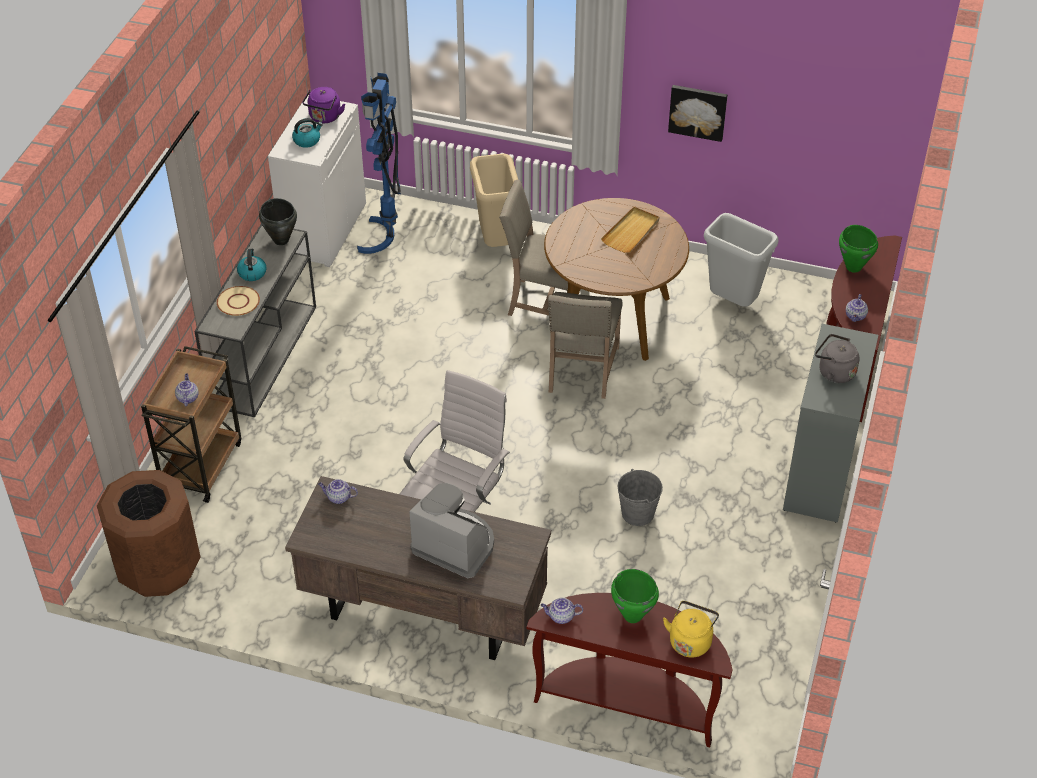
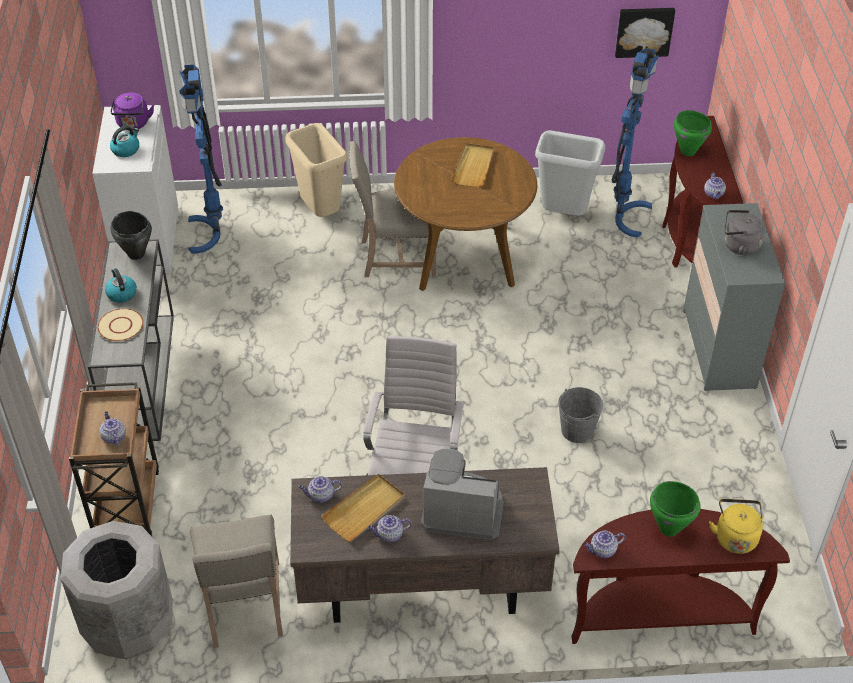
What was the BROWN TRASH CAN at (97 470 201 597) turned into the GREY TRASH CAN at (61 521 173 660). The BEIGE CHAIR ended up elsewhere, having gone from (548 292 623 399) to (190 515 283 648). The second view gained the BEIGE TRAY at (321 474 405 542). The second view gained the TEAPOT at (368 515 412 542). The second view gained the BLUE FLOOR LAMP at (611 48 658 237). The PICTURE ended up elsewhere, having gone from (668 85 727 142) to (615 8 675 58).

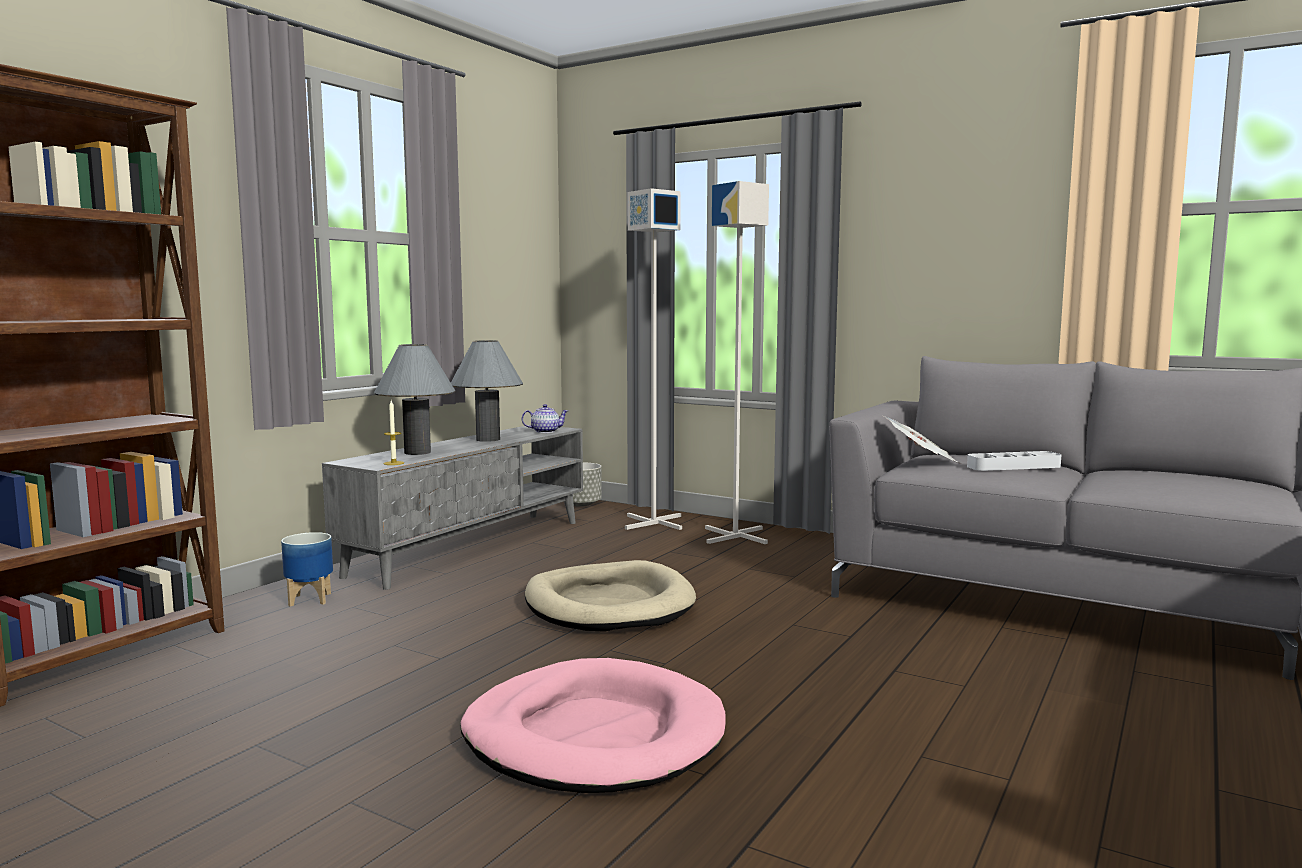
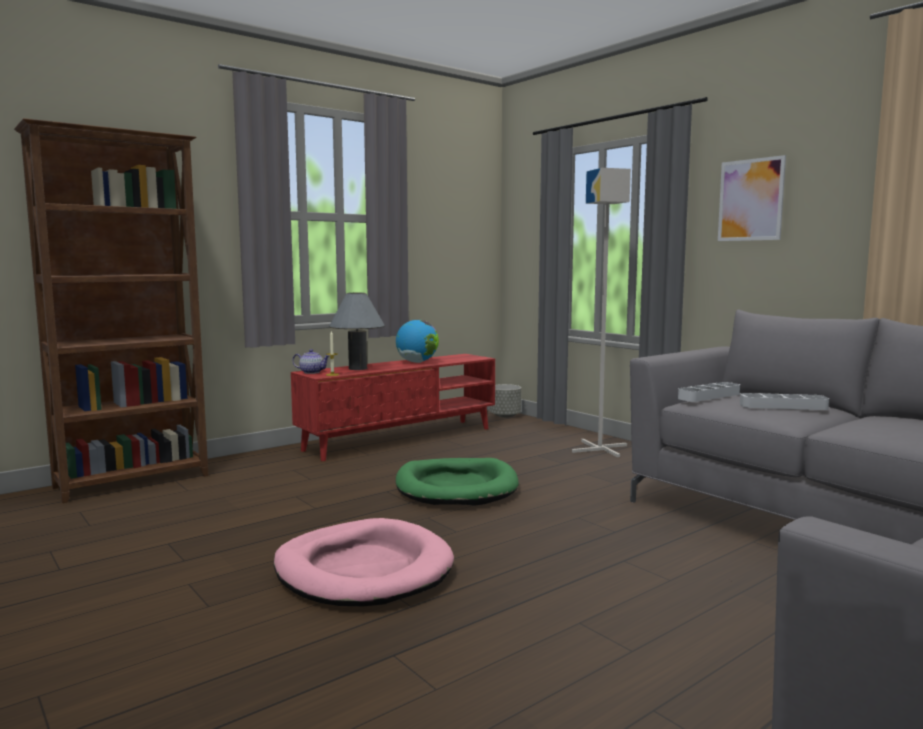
What was the GREY TV STAND at (322 425 583 590) turned into the RED TV STAND at (291 354 495 461). The TEAPOT ended up elsewhere, having gone from (522 404 569 433) to (292 349 330 374). Where the GREY TABLE LAMP stood at (451 340 523 442), the GLOBE came to stand at (396 320 439 363). What was the BEIGE DOG BED at (525 560 696 632) turned into the GREEN DOG BED at (396 458 519 506). Where the NEWSPAPER stood at (883 416 961 464), the GREY TRAY came to stand at (678 382 740 402). The second view gained the PICTURE at (718 155 786 241). The second view lost the PLANTER at (281 532 333 607). The second view lost the GREY FLOOR LAMP at (625 188 682 530).

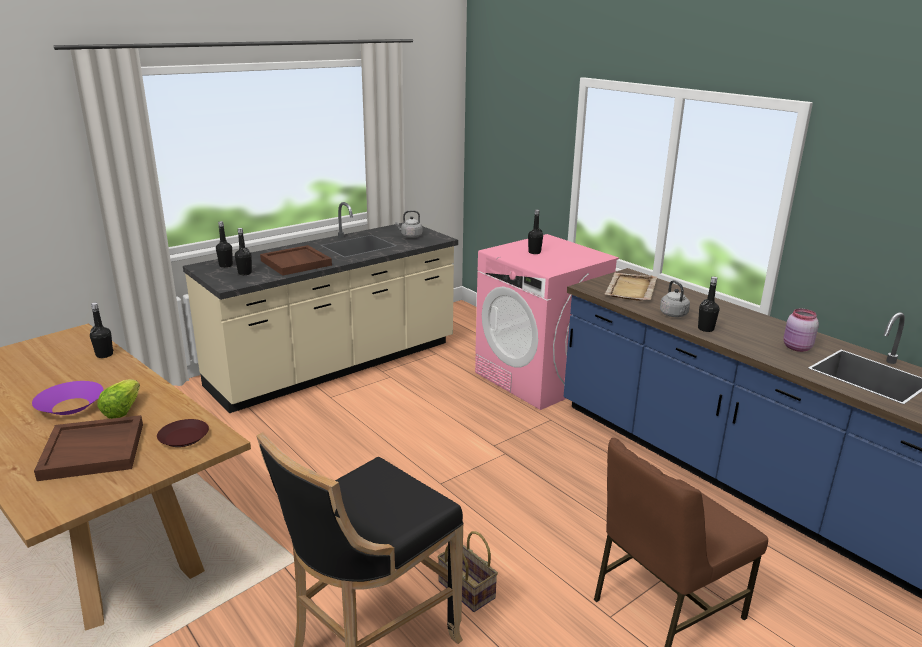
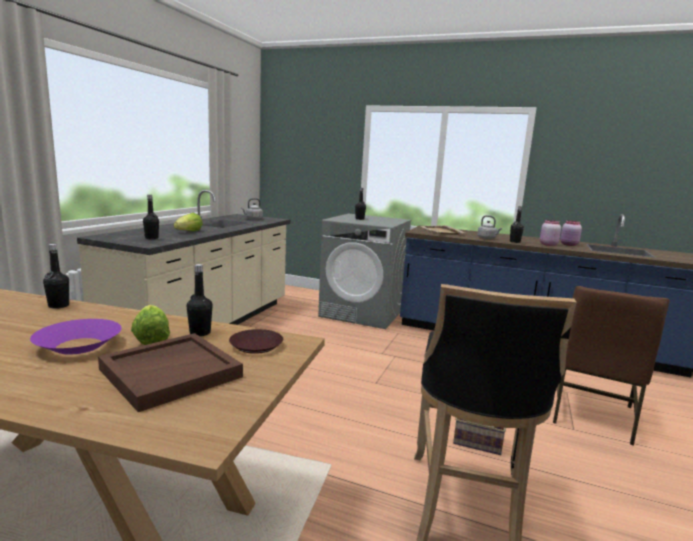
Where the BROWN TRAY stood at (260 245 332 276), the LETTUCE came to stand at (174 213 203 231). The BLACK BOTTLE ended up elsewhere, having gone from (216 221 233 268) to (187 264 213 337). What was the PINK WASHING MACHINE at (475 234 619 410) turned into the GREY WASHING MACHINE at (318 214 411 329). The second view gained the PINK JAR at (540 220 561 246).

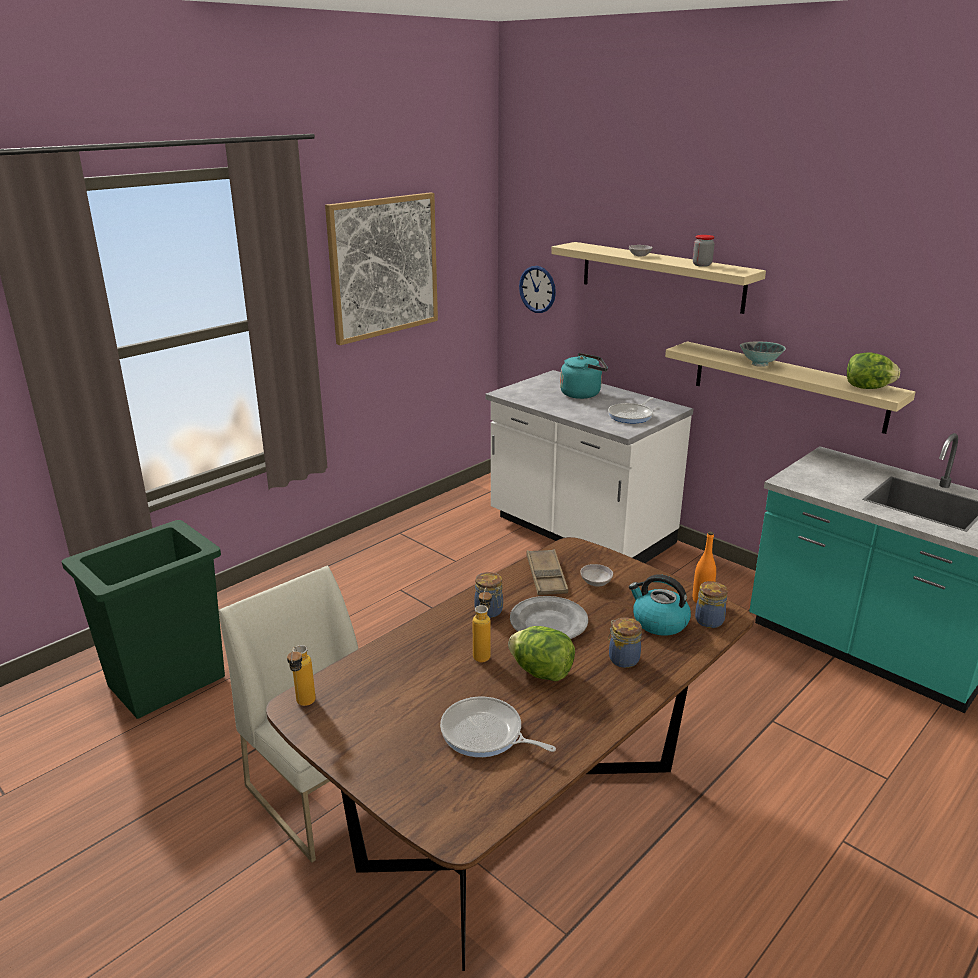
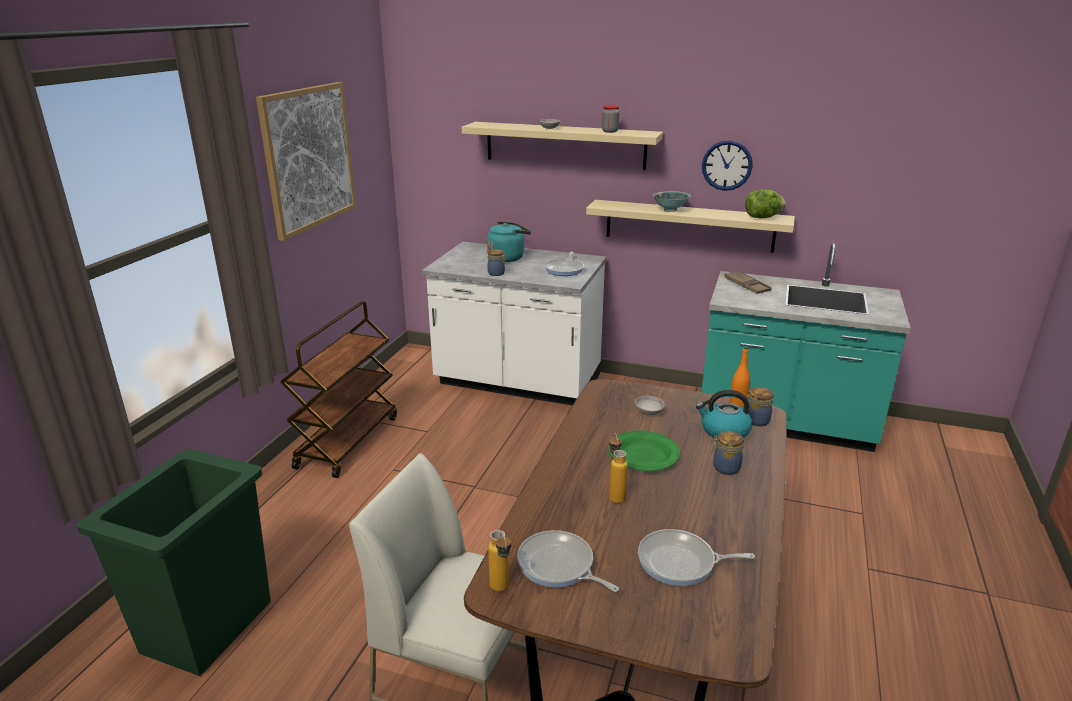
The second view gained the BROWN CART at (280 301 397 478). The JAR ended up elsewhere, having gone from (474 572 503 618) to (488 249 506 276). The second view gained the FRYING PAN at (517 530 619 592). What was the GREY PLATE at (510 596 588 639) turned into the GREEN PLATE at (608 431 680 471). The WALL CLOCK ended up elsewhere, having gone from (519 266 556 313) to (702 140 753 191). The BROWN TRAY ended up elsewhere, having gone from (526 549 568 595) to (724 270 772 294). The second view lost the LETTUCE at (508 626 575 681).

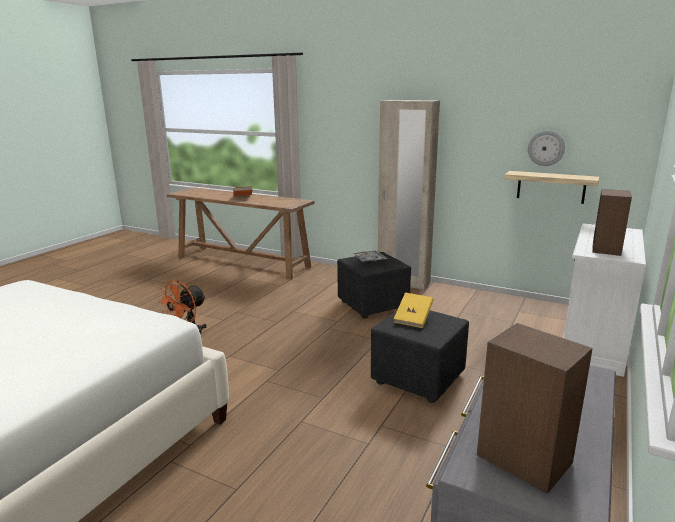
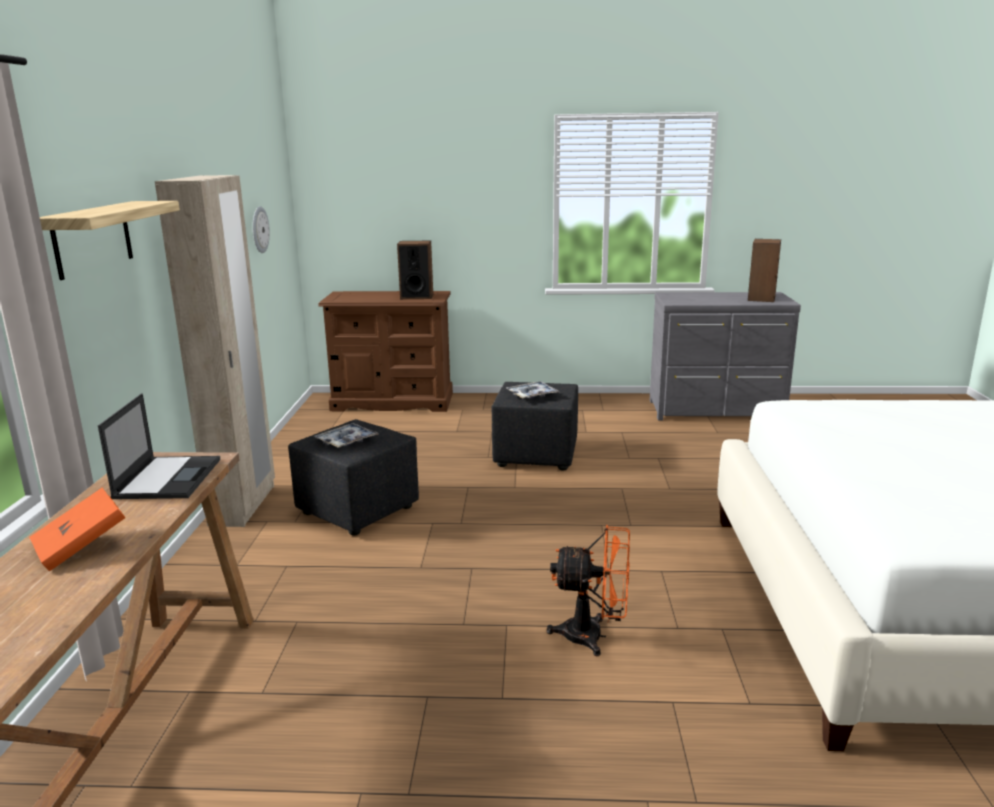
The SHELF ended up elsewhere, having gone from (504 171 600 204) to (40 201 180 280). The second view gained the LAPTOP at (98 393 220 499). What was the WHITE DRESSER at (563 223 646 377) turned into the BROWN DRESSER at (318 291 453 412). Where the YELLOW BOOK stood at (394 292 434 328), the TRAY came to stand at (506 381 559 399).

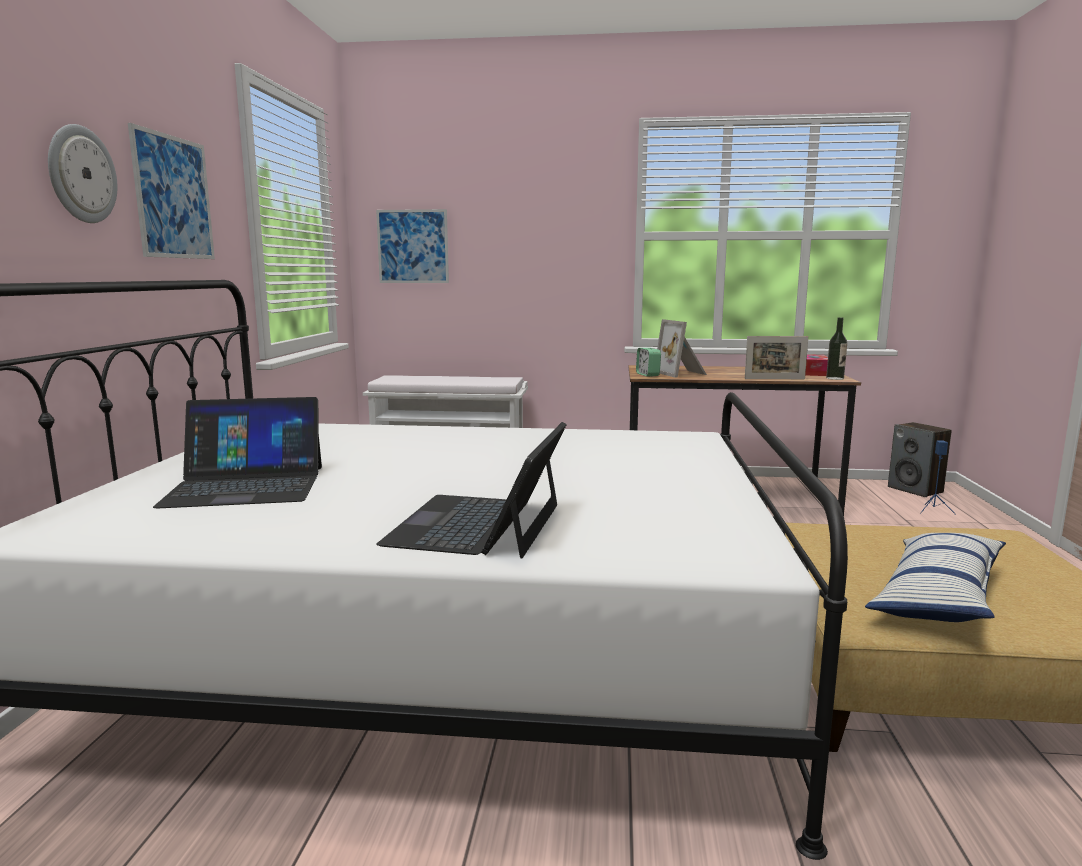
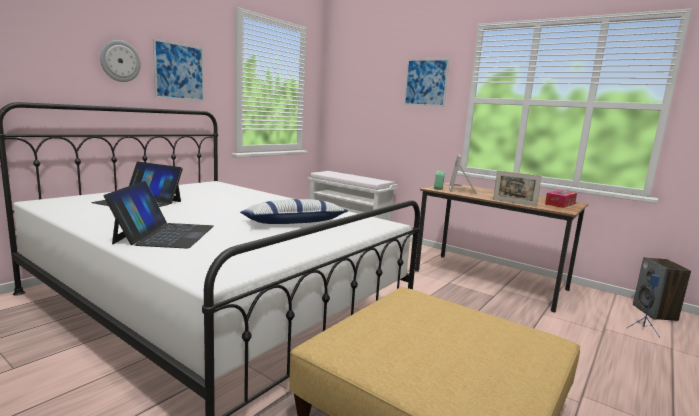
The LAPTOP at (376 422 567 559) ended up facing another way, 135 degrees clockwise from before. The PILLOW ended up elsewhere, having gone from (865 533 1006 622) to (240 199 348 224). The PICTURE ended up elsewhere, having gone from (376 209 449 283) to (404 58 450 107). The second view lost the BOTTLE at (826 317 847 380).

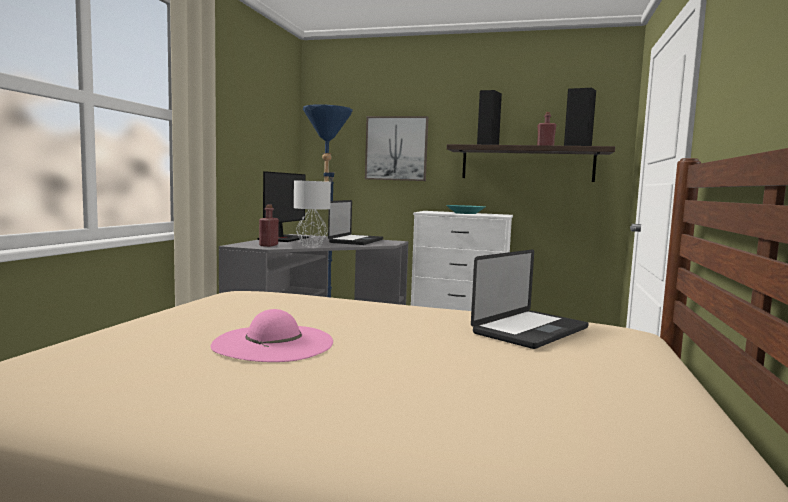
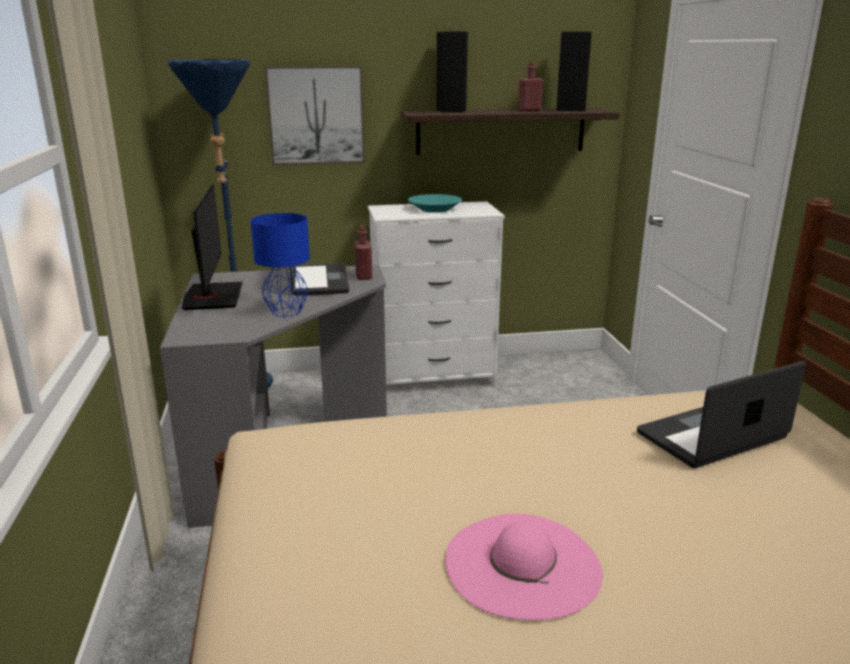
What was the GREY TABLE LAMP at (294 180 331 247) turned into the BLUE TABLE LAMP at (250 213 310 317). The RED BOTTLE ended up elsewhere, having gone from (259 204 279 247) to (355 226 372 280). The LAPTOP at (471 249 589 349) ended up facing another way, 135 degrees counterclockwise from before.

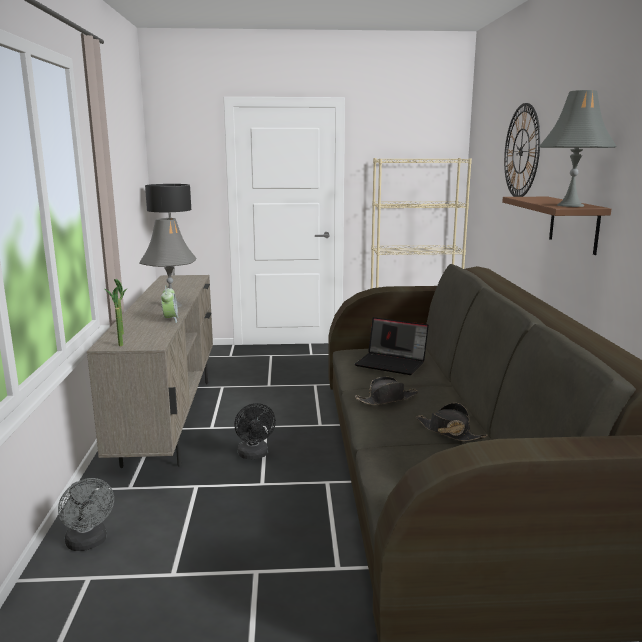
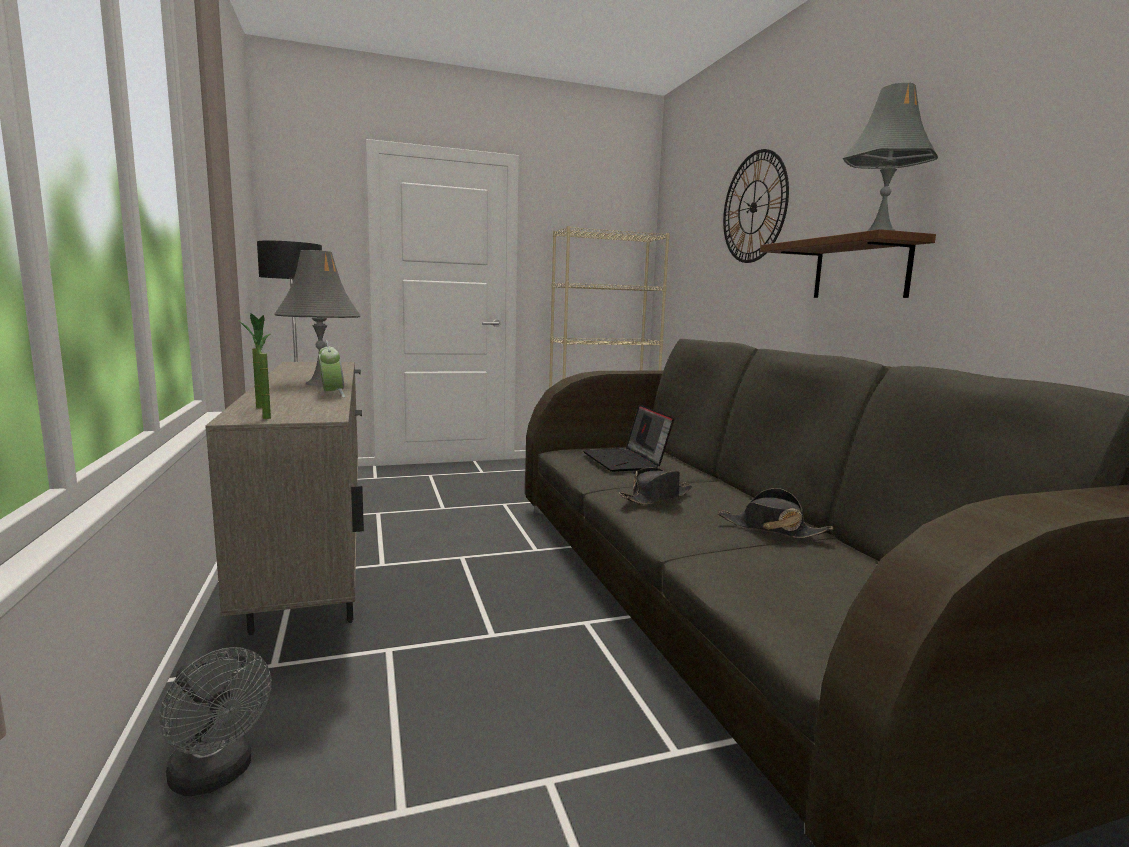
The LAPTOP at (355 317 429 375) ended up facing another way, 60 degrees clockwise from before. The second view lost the BLACK FAN at (234 403 276 460).

